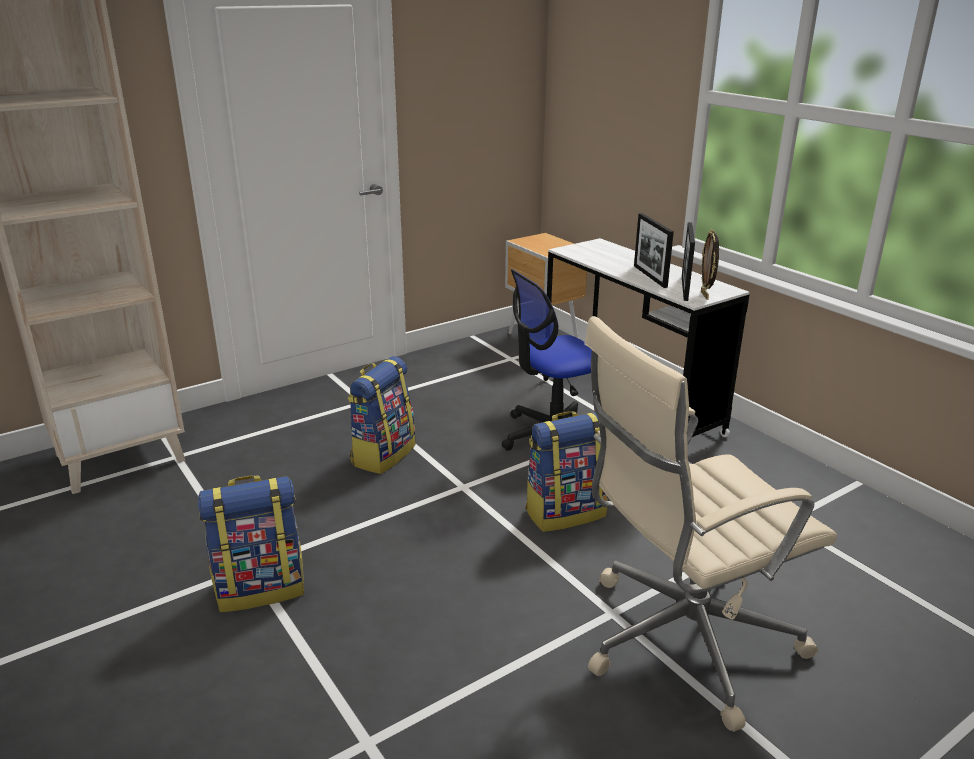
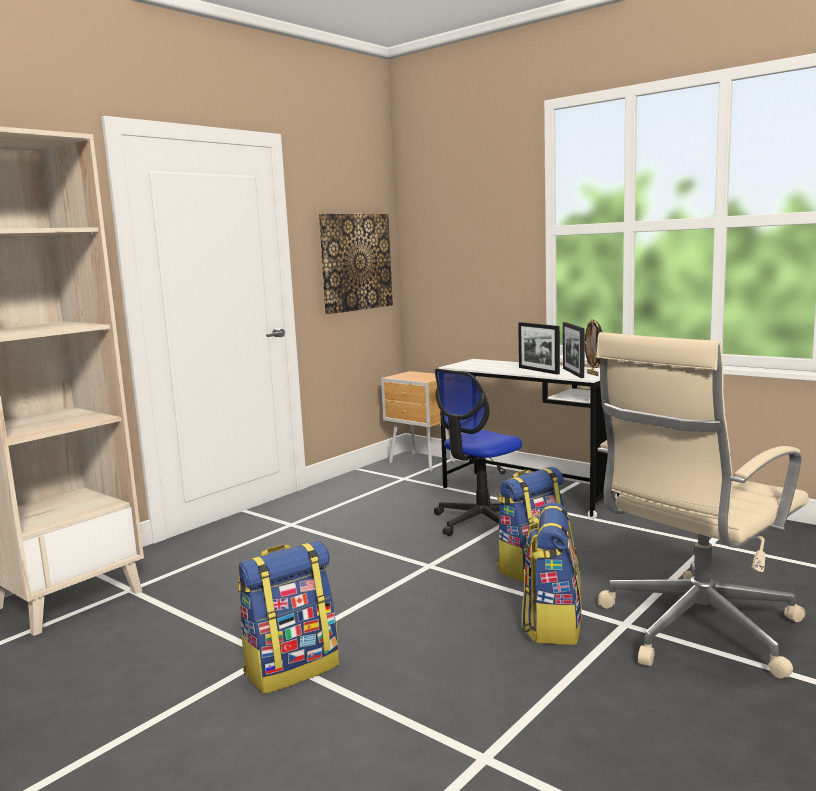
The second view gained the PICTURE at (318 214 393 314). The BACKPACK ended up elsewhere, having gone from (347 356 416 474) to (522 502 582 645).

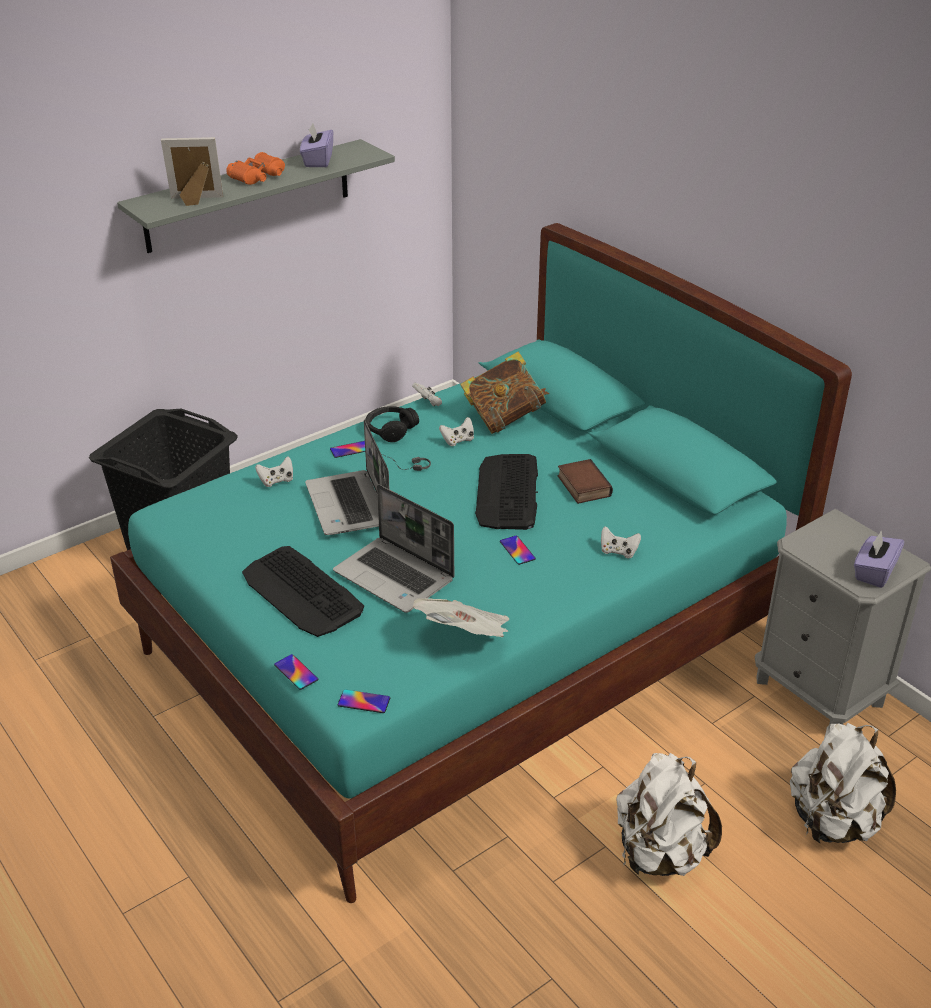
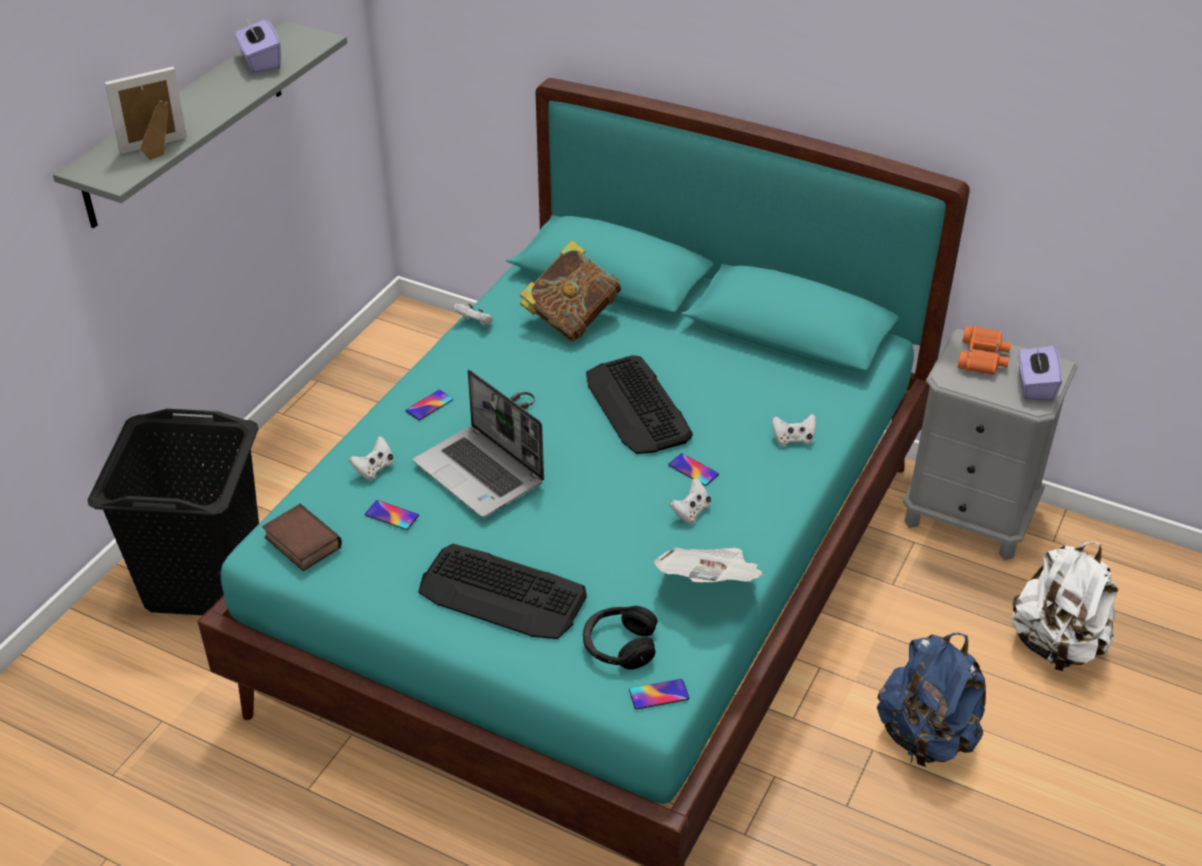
The BOOK ended up elsewhere, having gone from (558 459 613 504) to (262 504 342 571). The PHONE ended up elsewhere, having gone from (274 654 319 690) to (365 500 419 530). The BLACK HEADPHONES ended up elsewhere, having gone from (365 406 419 442) to (583 606 657 670). The WHITE GAME CONTROLLER ended up elsewhere, having gone from (439 417 474 446) to (670 478 711 524). What was the WHITE BACKPACK at (616 753 722 876) turned into the BLUE BACKPACK at (877 633 986 767). The ORANGE BINOCULARS ended up elsewhere, having gone from (226 152 285 185) to (958 326 1011 375). The second view lost the LAPTOP at (333 484 454 613).

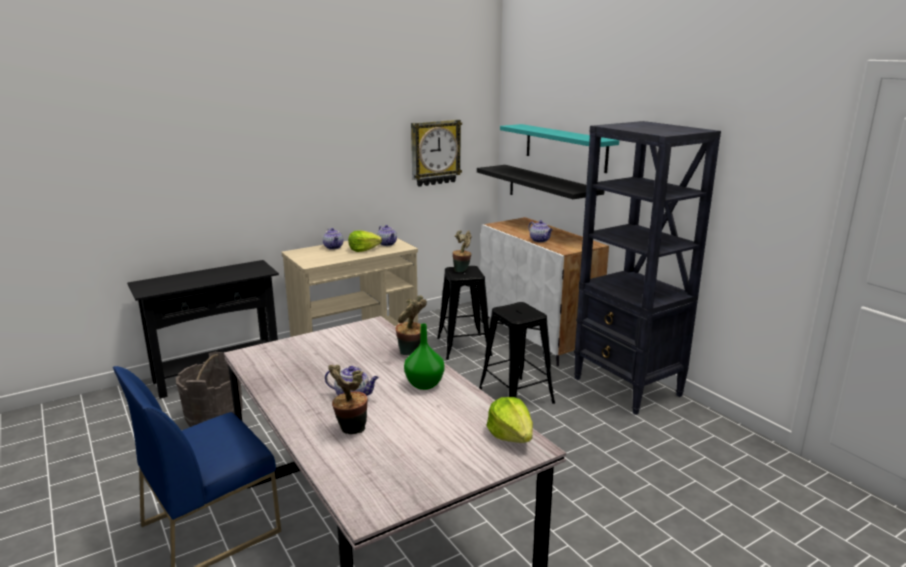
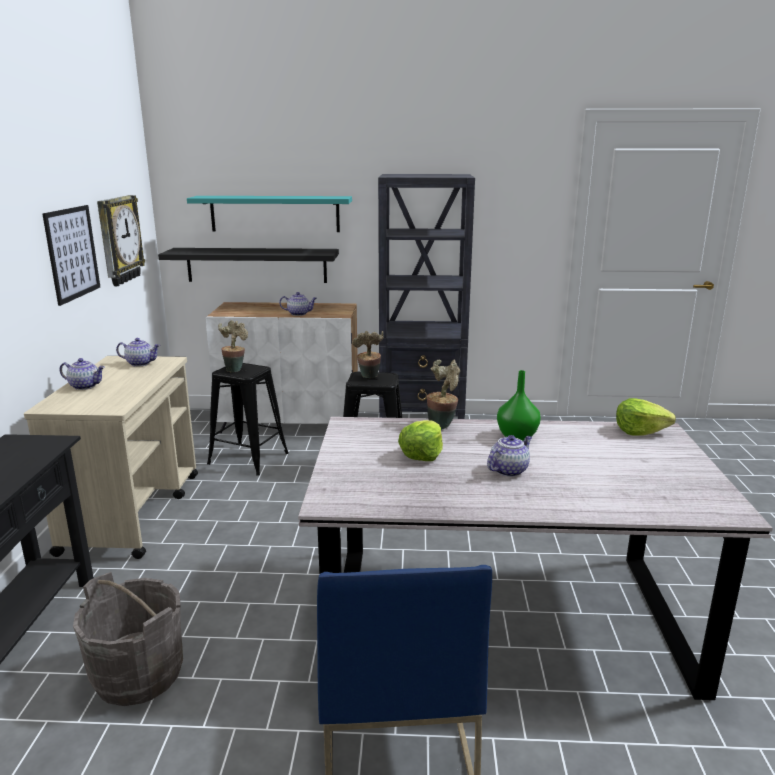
The second view gained the PICTURE at (42 205 100 306). The POTTED PLANT ended up elsewhere, having gone from (328 365 368 434) to (352 331 384 378). The LETTUCE ended up elsewhere, having gone from (348 230 382 252) to (398 420 443 461).

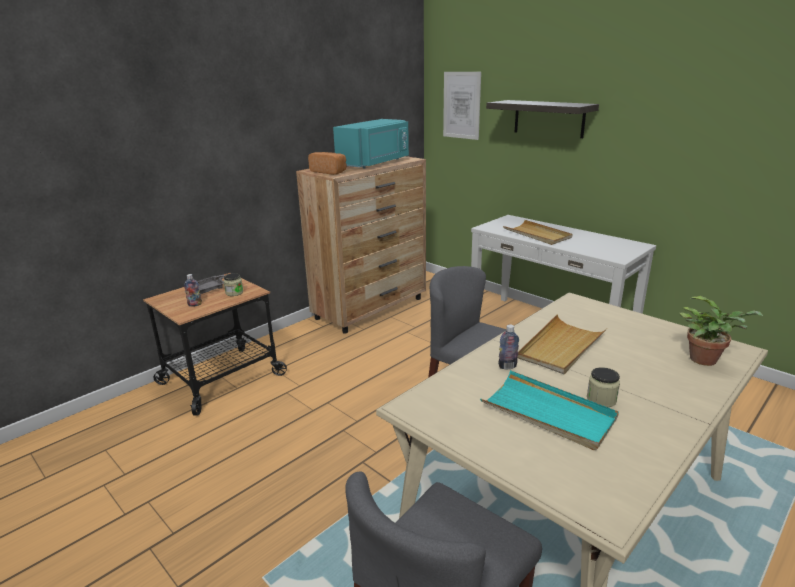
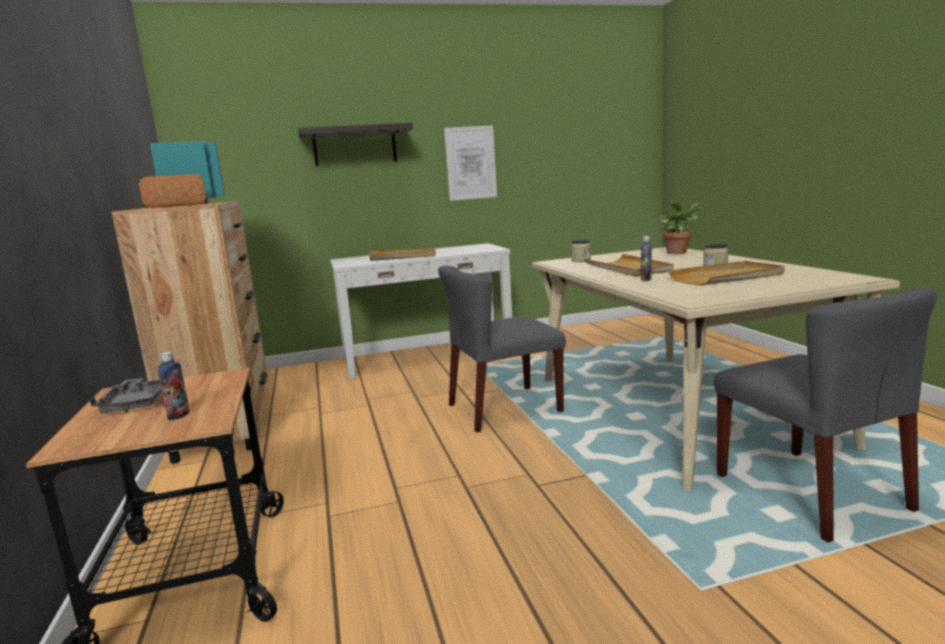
The PICTURE ended up elsewhere, having gone from (443 72 481 140) to (444 125 497 201). The JAR ended up elsewhere, having gone from (224 273 243 296) to (571 239 591 262). What was the TURQUOISE TRAY at (480 370 619 450) turned into the BEIGE TRAY at (668 261 785 286).

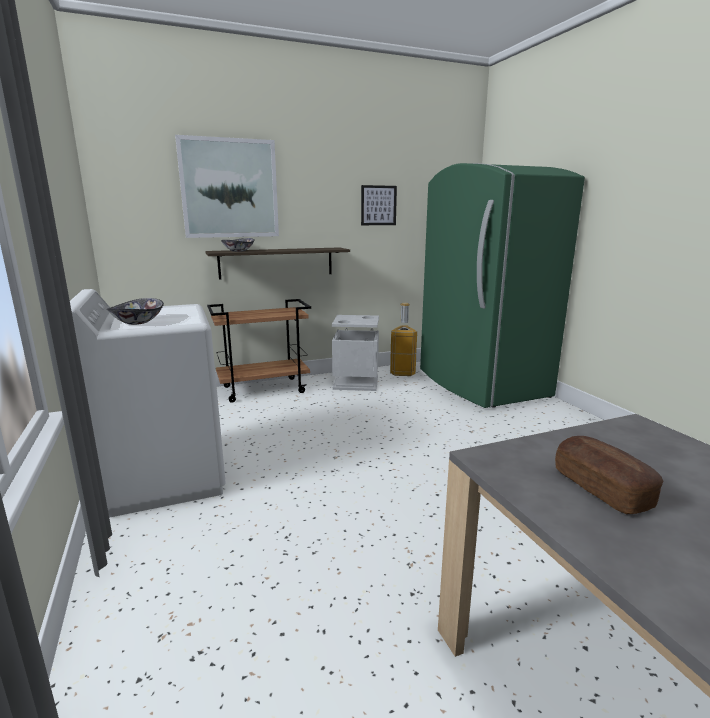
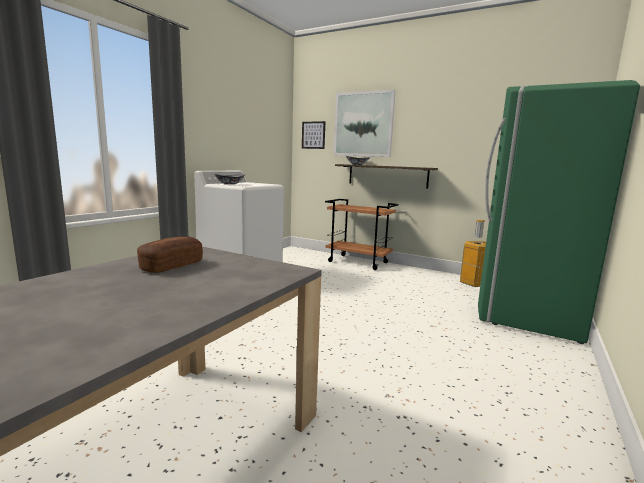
The PICTURE ended up elsewhere, having gone from (361 185 397 225) to (302 121 325 149). The second view lost the GREY TRASH CAN at (332 315 379 391).

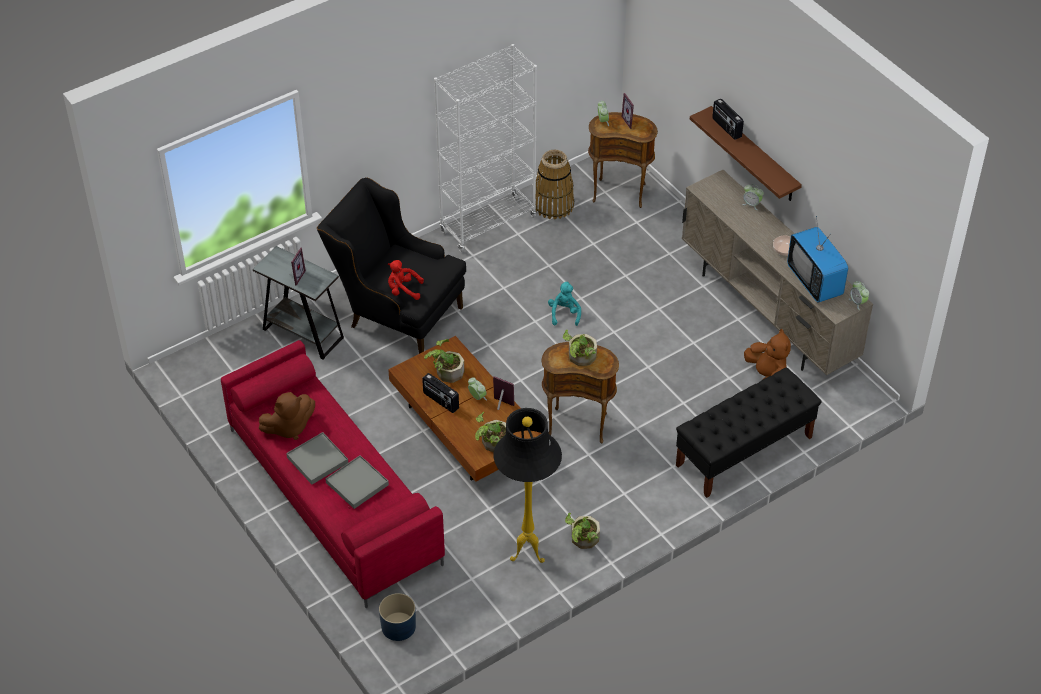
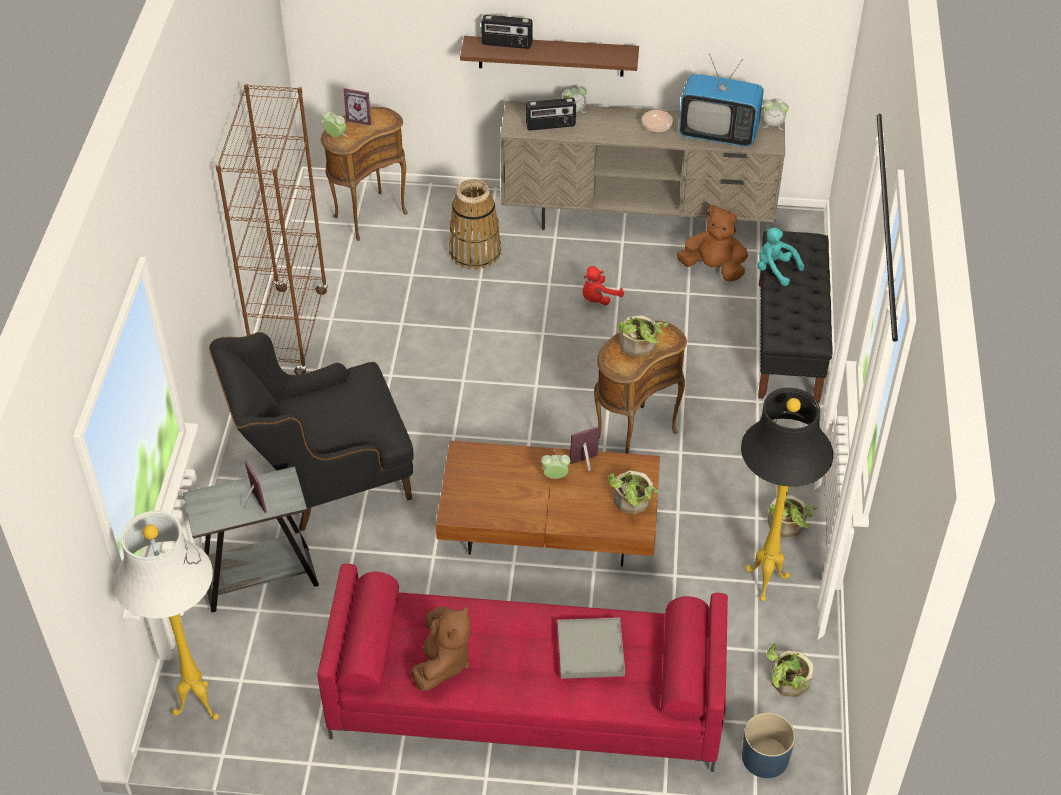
The second view gained the WHITE FLOOR LAMP at (114 511 219 720). What was the WHITE BOOKCASE at (434 44 537 252) turned into the BROWN BOOKCASE at (216 83 328 375). The BASKET ended up elsewhere, having gone from (536 150 574 220) to (449 179 501 270). The RADIO ended up elsewhere, having gone from (422 373 459 413) to (526 98 576 130). The RED PLUSH TOY ended up elsewhere, having gone from (388 260 424 300) to (582 266 624 306). The TURQUOISE PLUSH TOY ended up elsewhere, having gone from (548 281 581 326) to (757 228 804 286). The POTTED PLANT ended up elsewhere, having gone from (424 339 464 383) to (766 644 813 697). The second view lost the GREY TRAY at (286 432 348 484).

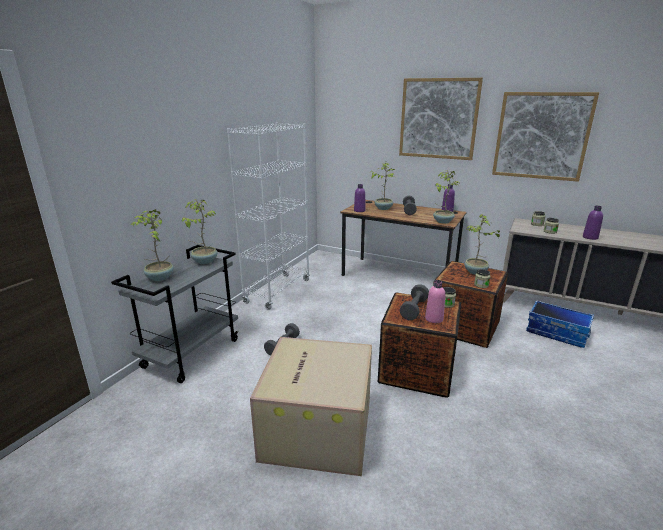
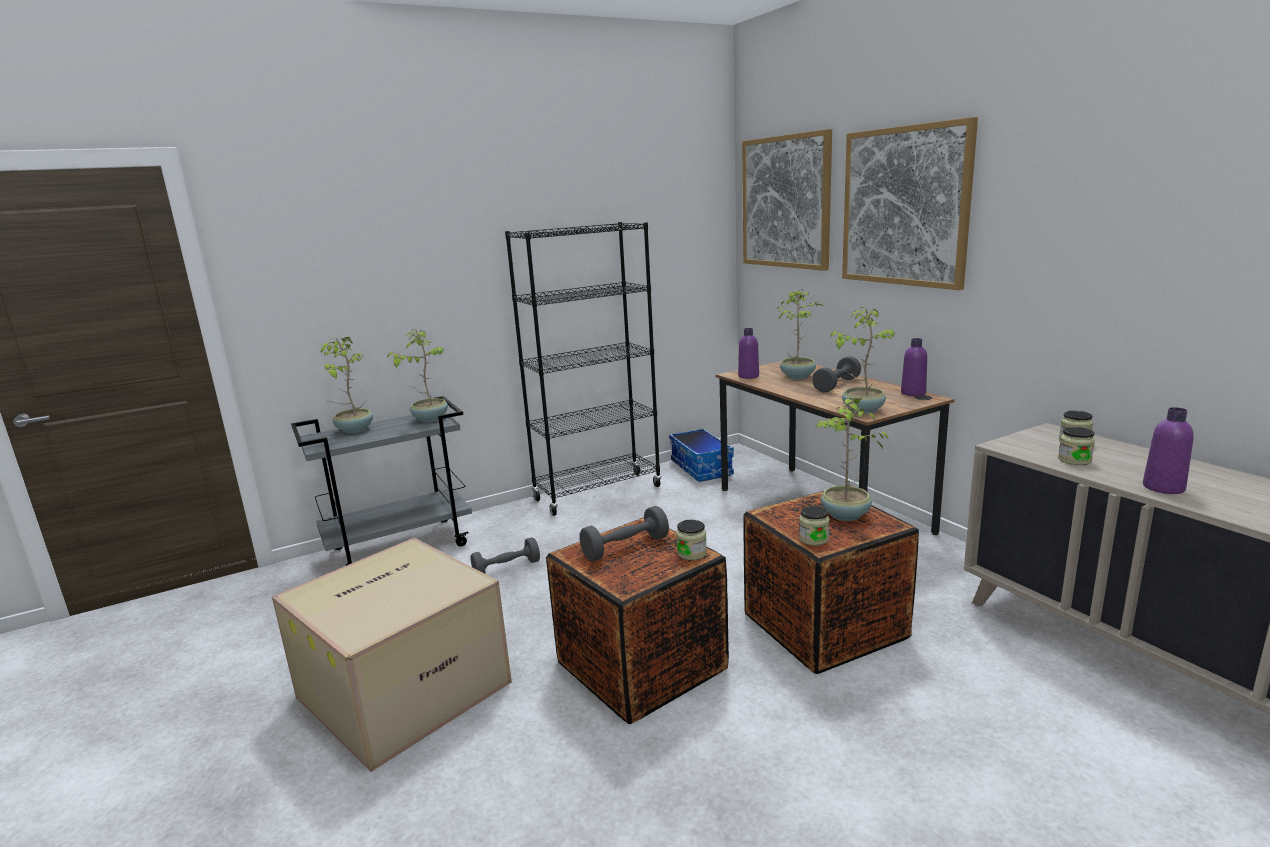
What was the WHITE BOOKCASE at (227 123 310 310) turned into the BLACK BOOKCASE at (505 222 661 516). The STORAGE BOX ended up elsewhere, having gone from (526 300 594 348) to (669 428 734 482). The PICTURE ended up elsewhere, having gone from (492 92 599 182) to (742 129 832 271). The second view lost the PINK BOTTLE at (425 280 445 323).

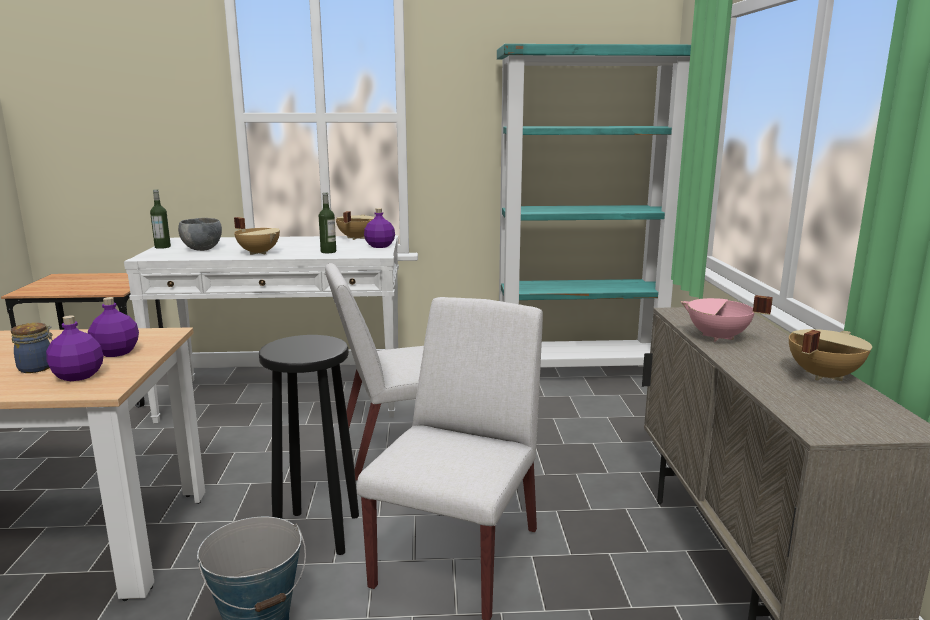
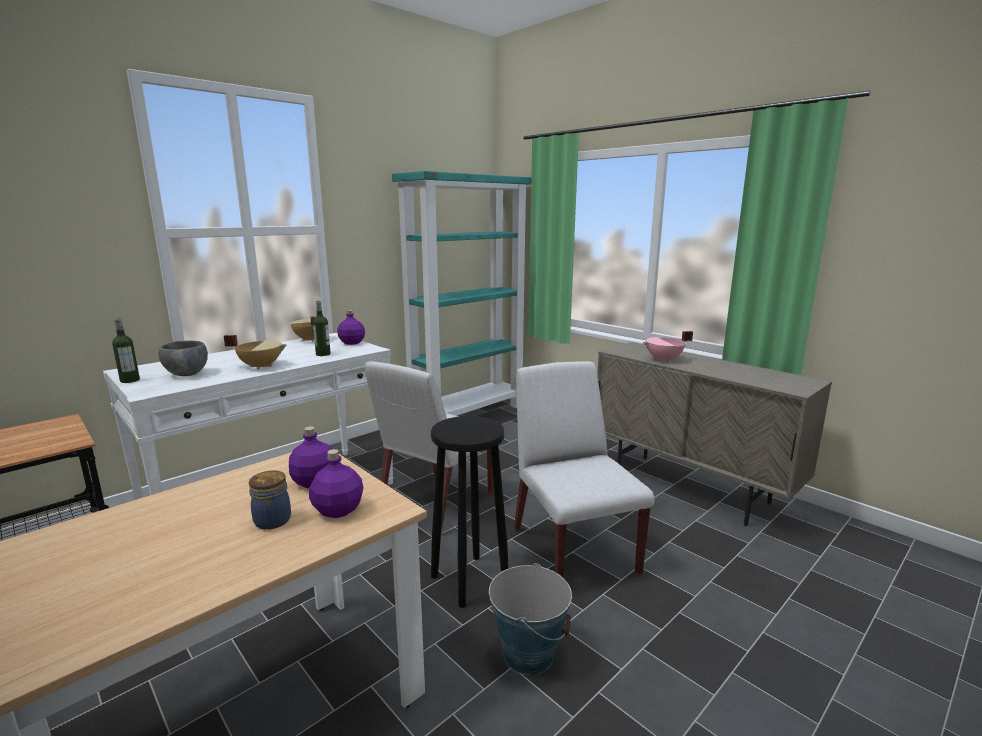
The second view lost the BEIGE COOKING POT at (789 329 872 381).

